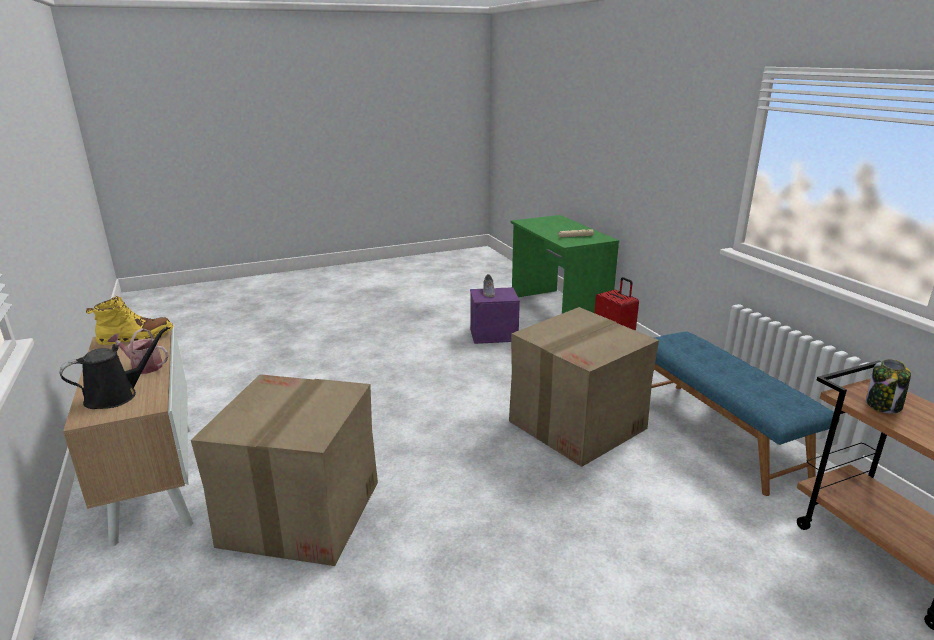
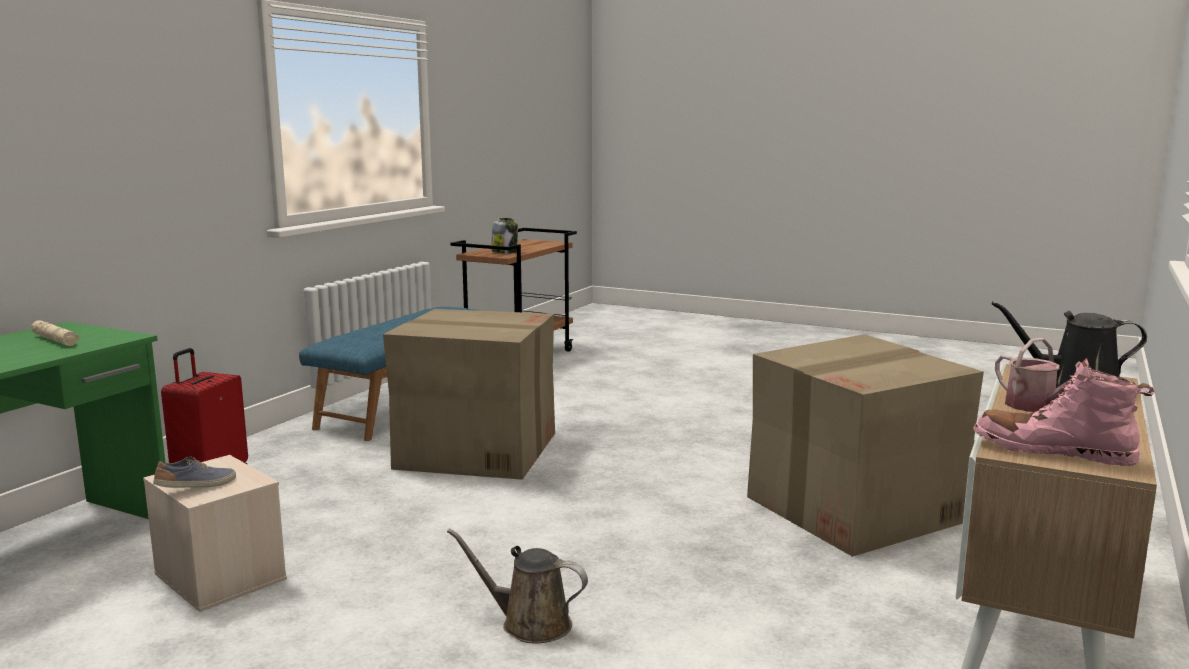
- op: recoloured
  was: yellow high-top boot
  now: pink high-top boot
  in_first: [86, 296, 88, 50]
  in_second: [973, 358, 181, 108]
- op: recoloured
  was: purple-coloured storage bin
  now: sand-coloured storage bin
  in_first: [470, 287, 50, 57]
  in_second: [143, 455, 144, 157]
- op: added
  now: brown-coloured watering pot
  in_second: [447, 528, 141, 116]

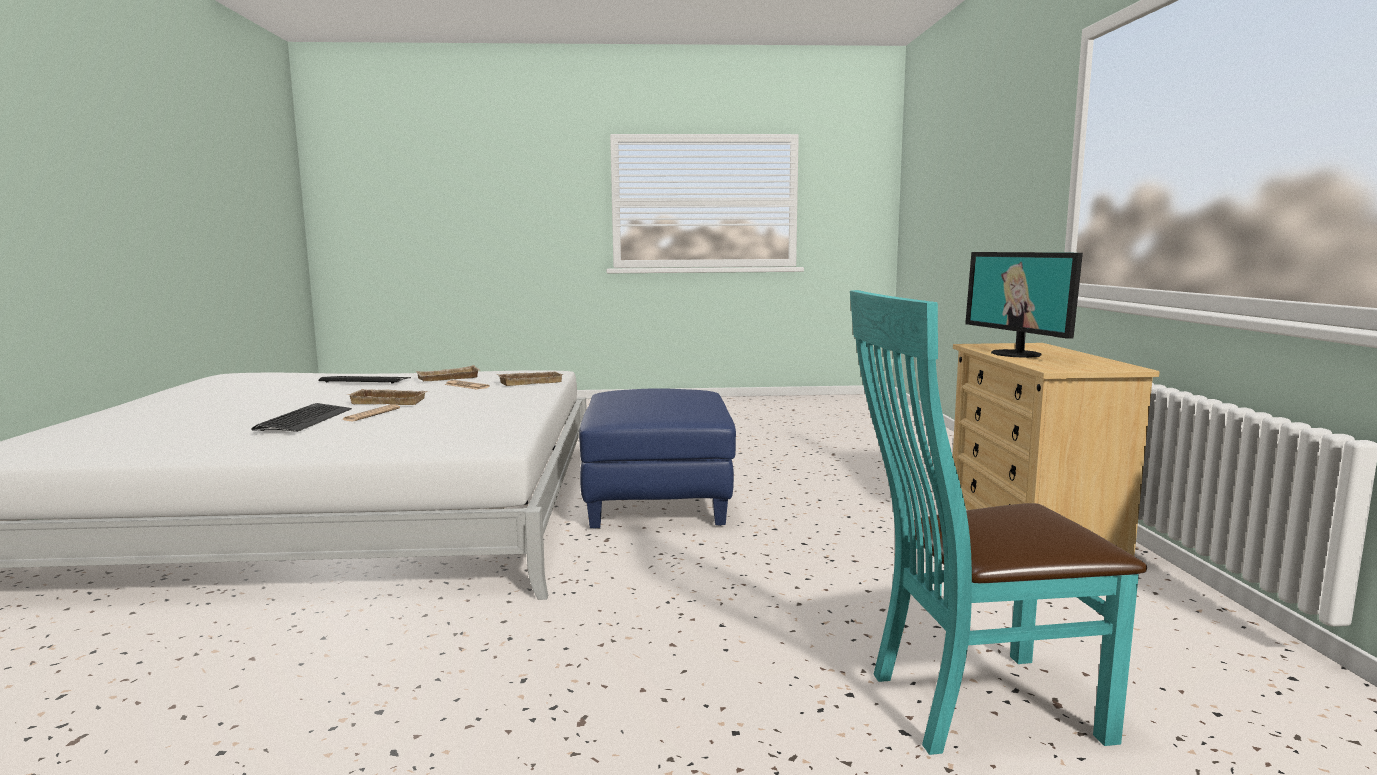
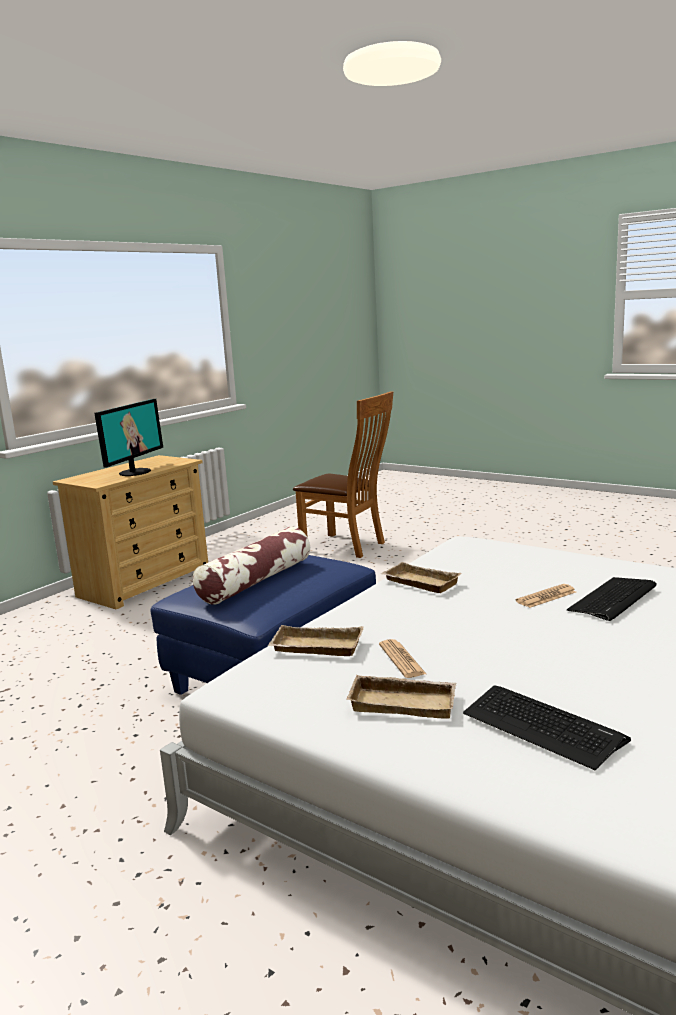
- op: moved
  was: sand-coloured serving tray
  in_first: [346, 389, 82, 16]
  in_second: [381, 562, 80, 31]
- op: recoloured
  was: blue-green plain chair
  now: brown-coloured plain chair
  in_first: [850, 290, 297, 465]
  in_second: [293, 391, 100, 167]
- op: added
  now: pillow
  in_second: [193, 527, 117, 78]

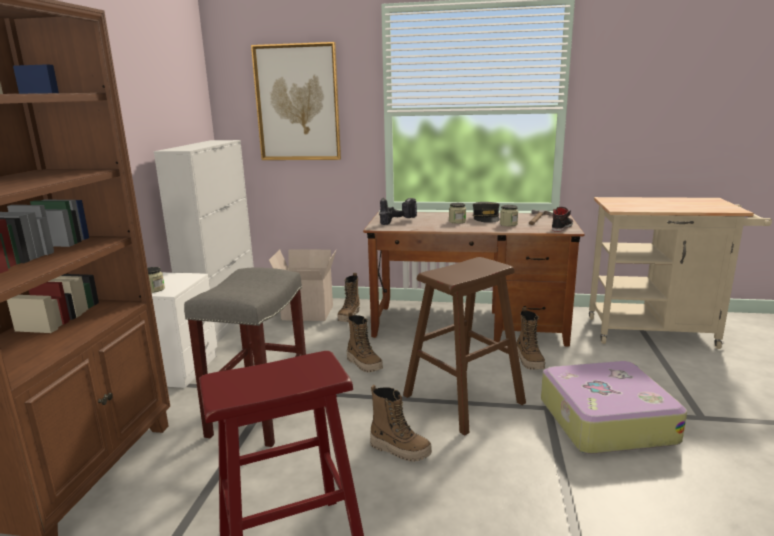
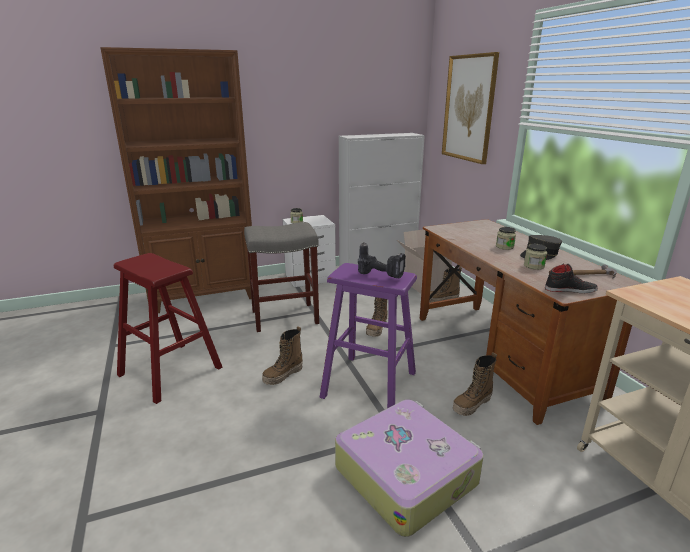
- op: turned
  was: high-top boot
  in_first: [370, 385, 62, 77]
  in_second: [262, 326, 41, 59]
  clockwise: 45
- op: moved
  was: drill
  in_first: [379, 197, 38, 28]
  in_second: [358, 242, 48, 36]
- op: recoloured
  was: brown-coloured sitting stool
  now: purple-coloured sitting stool
  in_first: [403, 257, 123, 179]
  in_second: [320, 263, 97, 145]

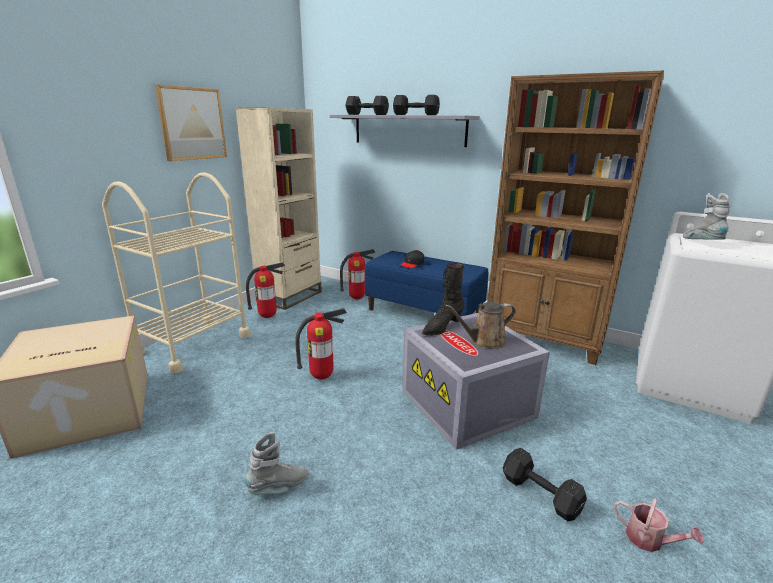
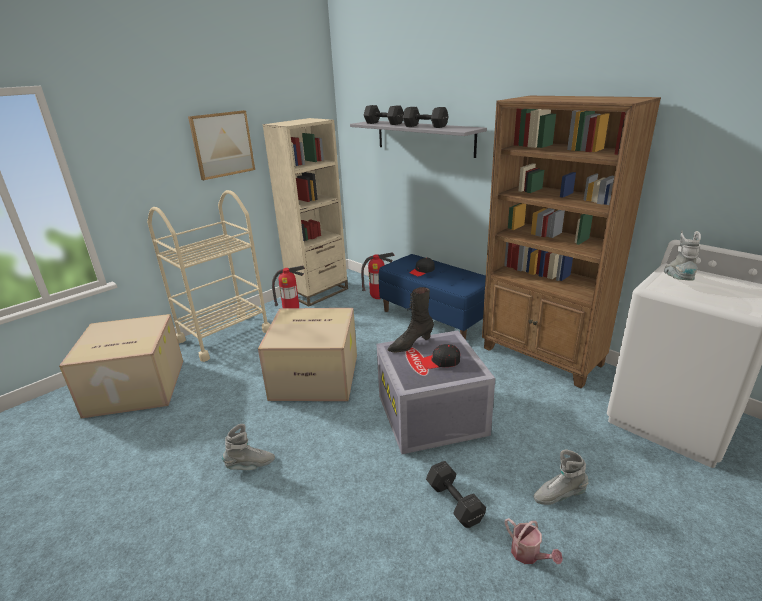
- op: replaced
  was: extinguisher
  now: carton
  in_first: [295, 308, 52, 72]
  in_second: [258, 308, 99, 93]
- op: replaced
  was: brown-coloured watering pot
  now: black cap
  in_first: [445, 302, 71, 47]
  in_second: [421, 344, 39, 25]
- op: added
  now: gray high-top boot
  in_second: [534, 449, 55, 56]

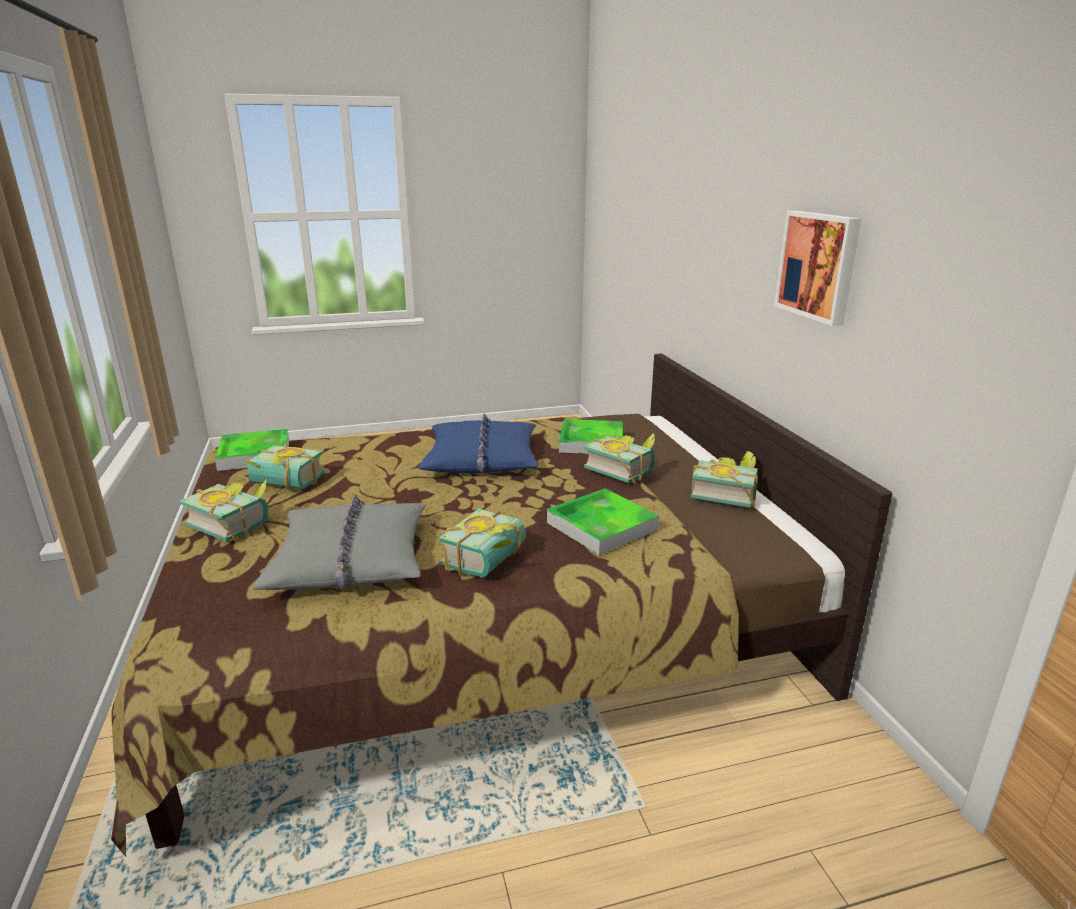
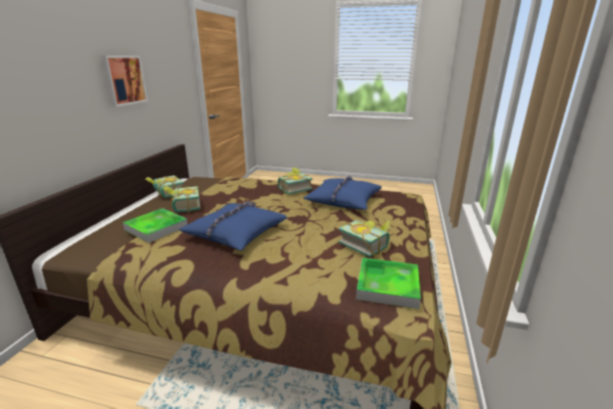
- op: removed
  was: volume
  in_first: [179, 477, 90, 65]
- op: recoloured
  was: gray pillow
  now: bluish pillow
  in_first: [253, 495, 173, 95]
  in_second: [303, 175, 79, 35]
- op: removed
  was: serving tray
  in_first: [547, 488, 112, 67]

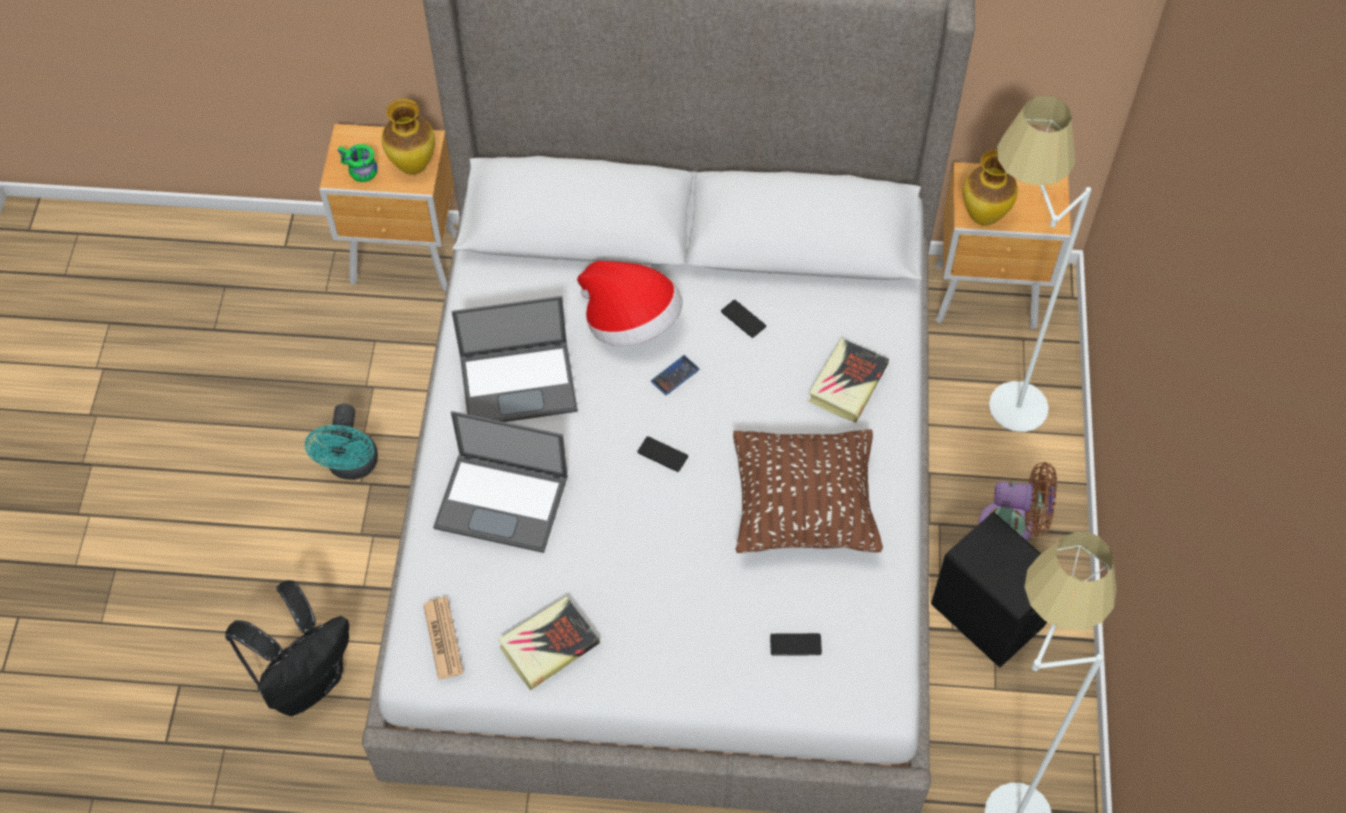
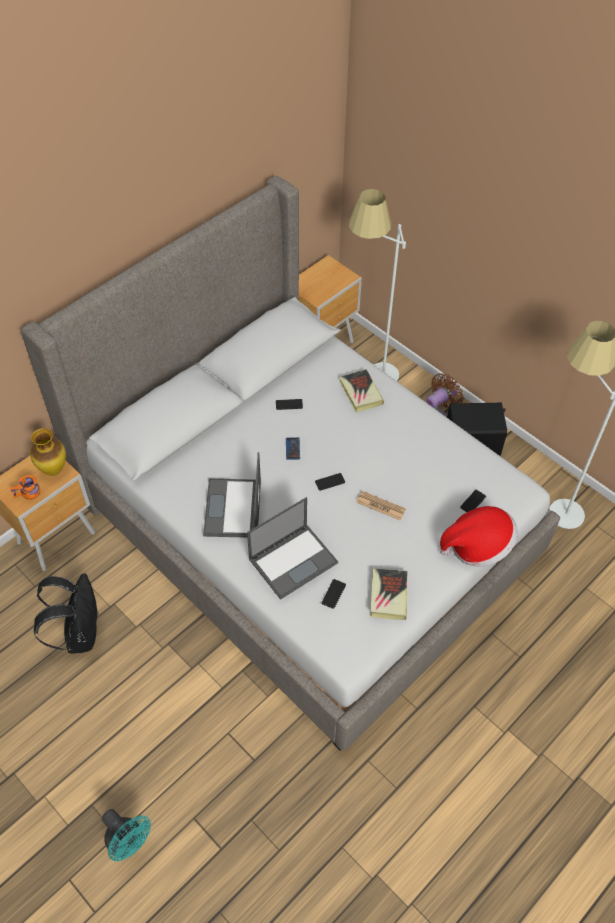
- op: moved
  was: black backpack
  in_first: [225, 580, 124, 136]
  in_second: [34, 573, 65, 80]
- op: moved
  was: blue-green cooling fan
  in_first: [305, 404, 73, 76]
  in_second: [102, 809, 49, 52]
- op: recoloured
  was: green tea mug
  now: orange tea mug
  in_first: [337, 144, 41, 38]
  in_second: [10, 475, 30, 25]
- op: moved
  was: printed paper
  in_first: [423, 597, 40, 83]
  in_second: [356, 491, 50, 29]
- op: turned
  was: laptop
  in_first: [452, 296, 126, 126]
  in_second: [203, 452, 58, 86]
  clockwise: 150
- op: moved
  was: clothing hat
  in_first: [577, 261, 106, 85]
  in_second: [440, 506, 78, 61]
- op: removed
  was: brown-coloured pillow
  in_first: [733, 429, 150, 124]
- op: removed
  was: decorative vase
  in_first: [963, 150, 55, 76]
- op: added
  now: phone
  in_second: [321, 579, 25, 30]

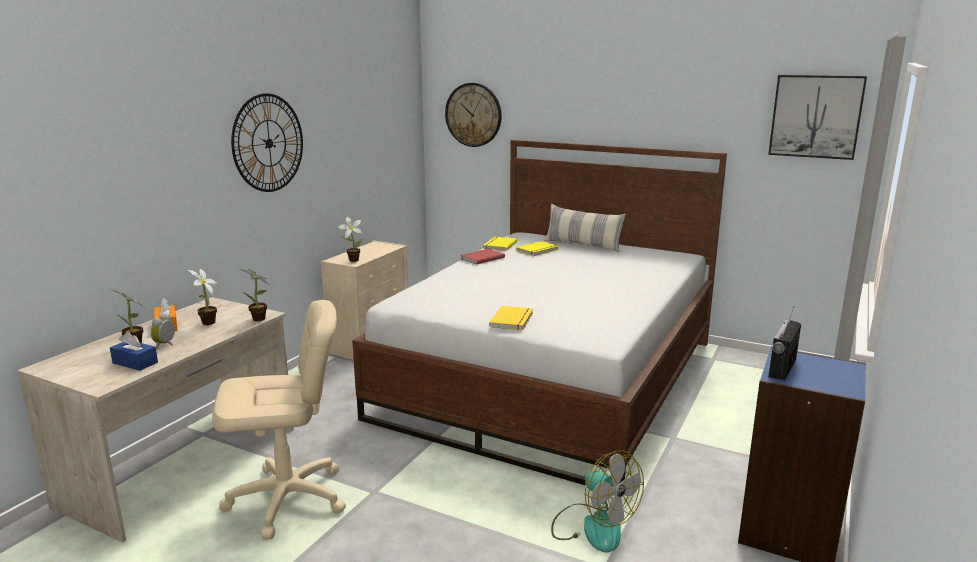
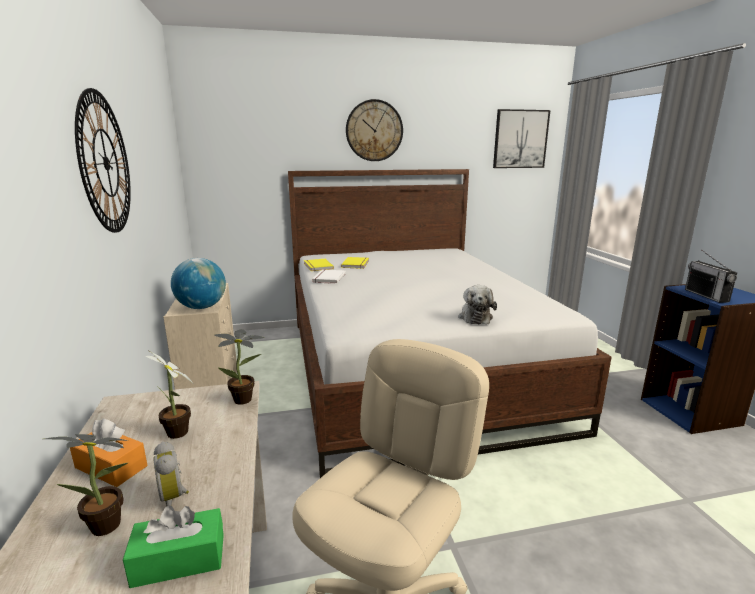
- op: recoloured
  was: bluish tissue box
  now: green tissue box
  in_first: [110, 332, 48, 39]
  in_second: [123, 506, 101, 82]
- op: replaced
  was: houseplant
  now: world globe
  in_first: [338, 217, 25, 45]
  in_second: [171, 258, 55, 51]
- op: moved
  was: hanging clock
  in_first: [445, 83, 57, 64]
  in_second: [346, 99, 57, 62]
- op: recoloured
  was: red volume
  now: white-coloured volume
  in_first: [460, 249, 45, 16]
  in_second: [312, 269, 34, 15]
- op: replaced
  was: yellow volume
  now: cuddly toy
  in_first: [489, 306, 44, 24]
  in_second: [458, 285, 39, 39]
- op: removed
  was: pillow
  in_first: [544, 204, 82, 48]
- op: removed
  was: cooling fan
  in_first: [551, 450, 93, 103]

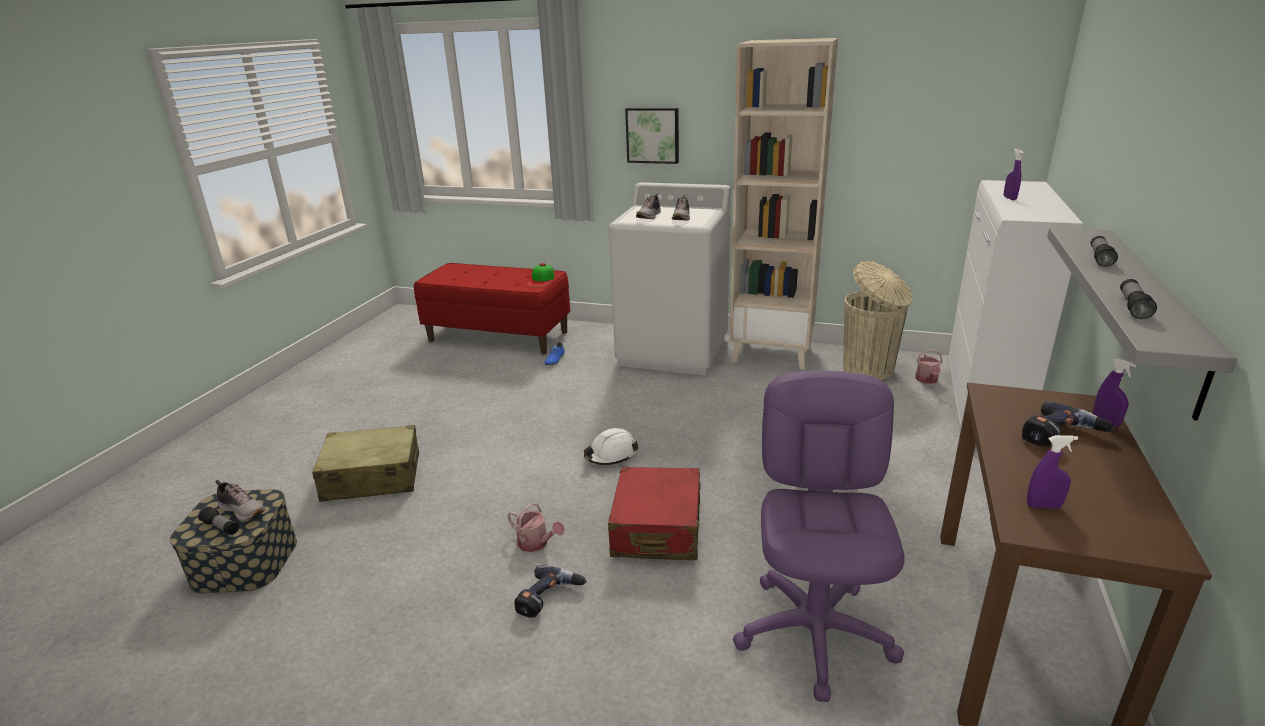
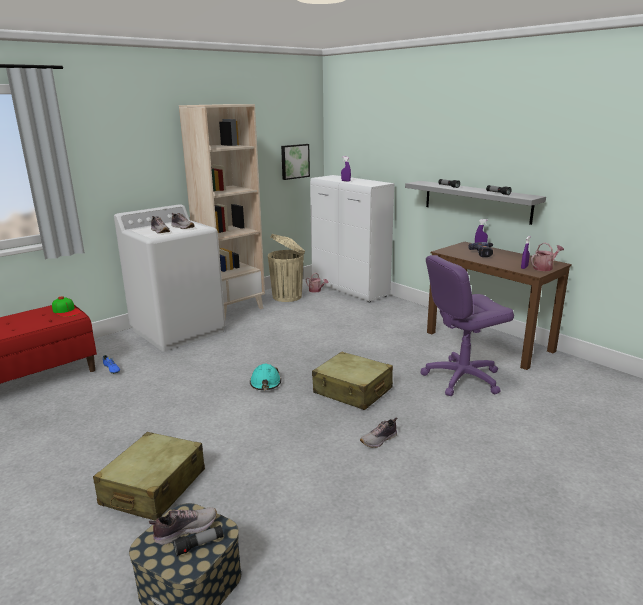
- op: moved
  was: watering pot
  in_first: [507, 503, 58, 49]
  in_second: [531, 243, 33, 28]
- op: replaced
  was: drill
  now: shoe
  in_first: [514, 565, 72, 53]
  in_second: [360, 417, 37, 31]
- op: recoloured
  was: white-coloured safety helmet
  now: blue-green safety helmet
  in_first: [584, 428, 54, 37]
  in_second: [250, 364, 31, 26]
- op: recoloured
  was: red suitcase
  now: sand-coloured suitcase
  in_first: [608, 467, 93, 93]
  in_second: [312, 351, 81, 59]
- op: moved
  was: wall art
  in_first: [625, 108, 54, 56]
  in_second: [281, 144, 29, 36]
- op: turned
  was: purple-coloured desk chair
  in_first: [733, 370, 172, 332]
  in_second: [421, 255, 93, 141]
  clockwise: -60

